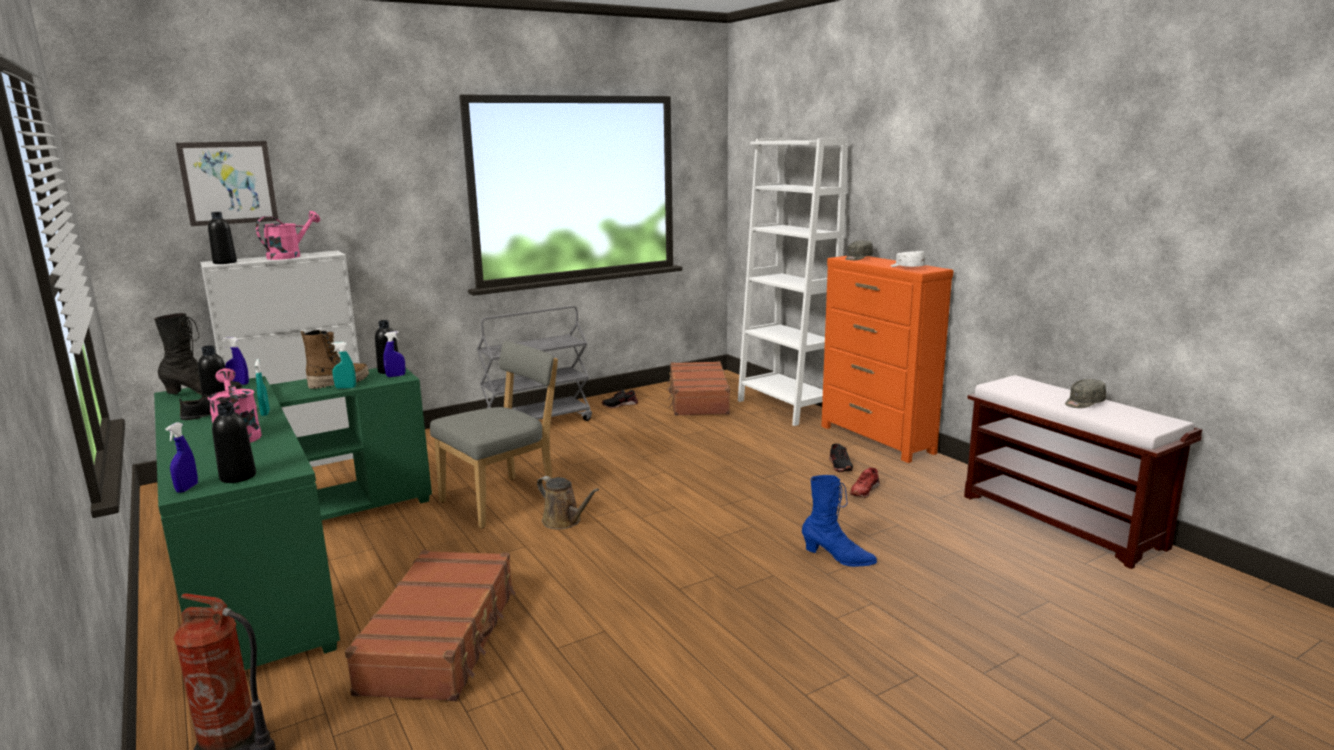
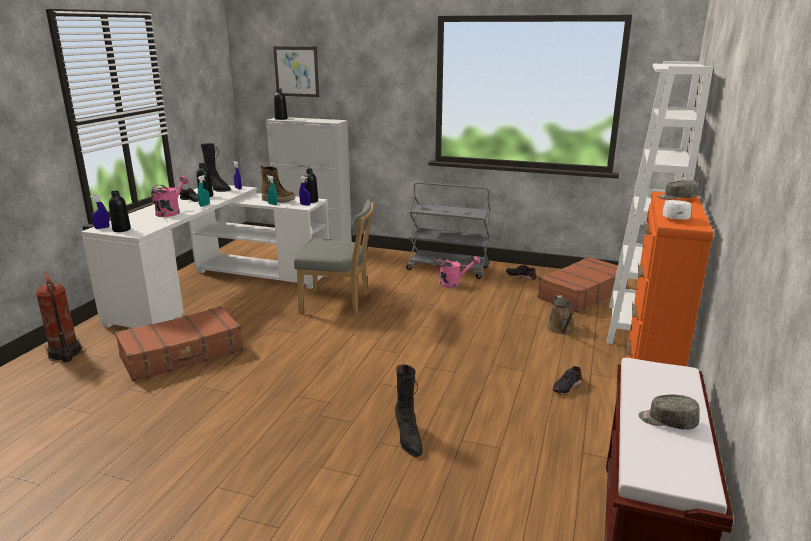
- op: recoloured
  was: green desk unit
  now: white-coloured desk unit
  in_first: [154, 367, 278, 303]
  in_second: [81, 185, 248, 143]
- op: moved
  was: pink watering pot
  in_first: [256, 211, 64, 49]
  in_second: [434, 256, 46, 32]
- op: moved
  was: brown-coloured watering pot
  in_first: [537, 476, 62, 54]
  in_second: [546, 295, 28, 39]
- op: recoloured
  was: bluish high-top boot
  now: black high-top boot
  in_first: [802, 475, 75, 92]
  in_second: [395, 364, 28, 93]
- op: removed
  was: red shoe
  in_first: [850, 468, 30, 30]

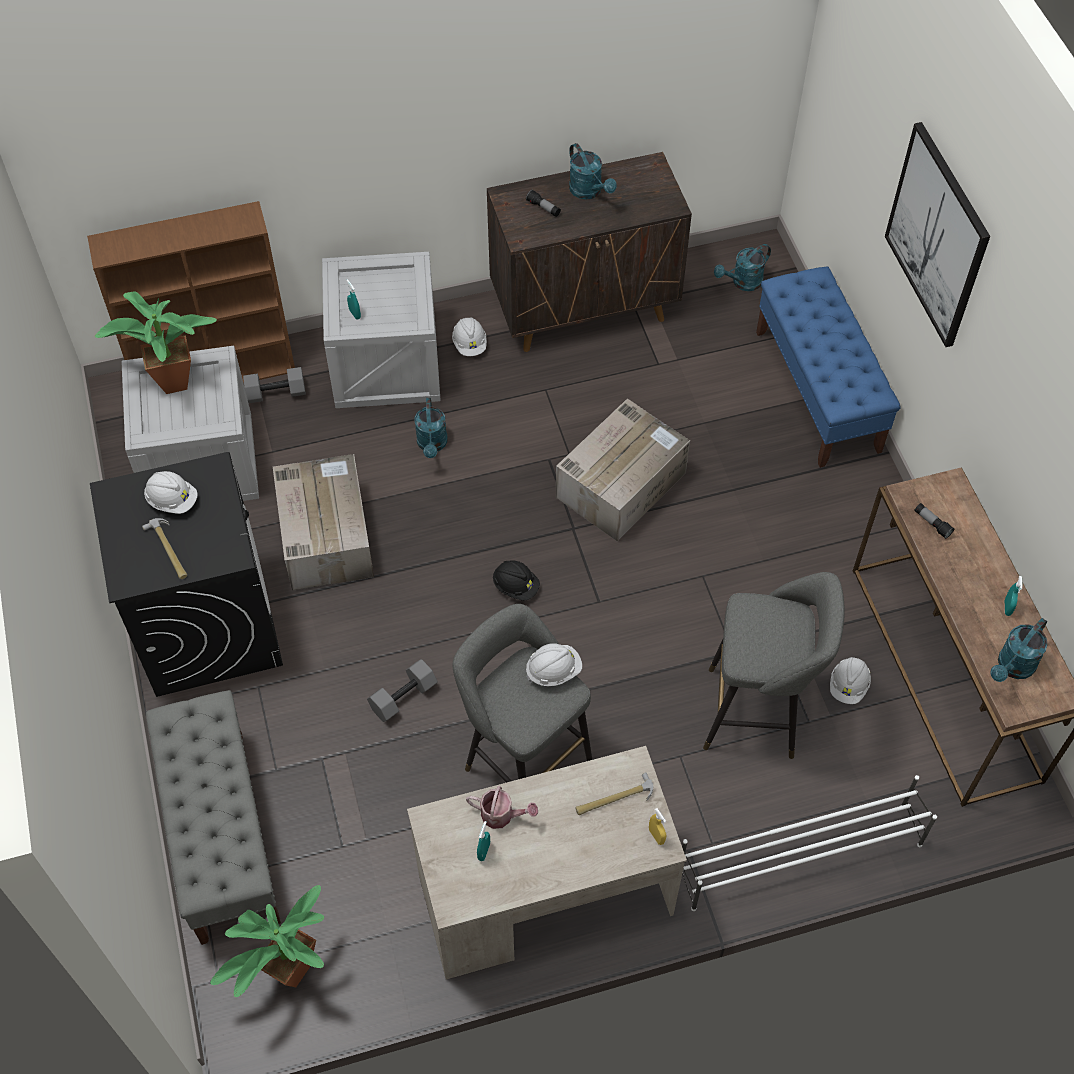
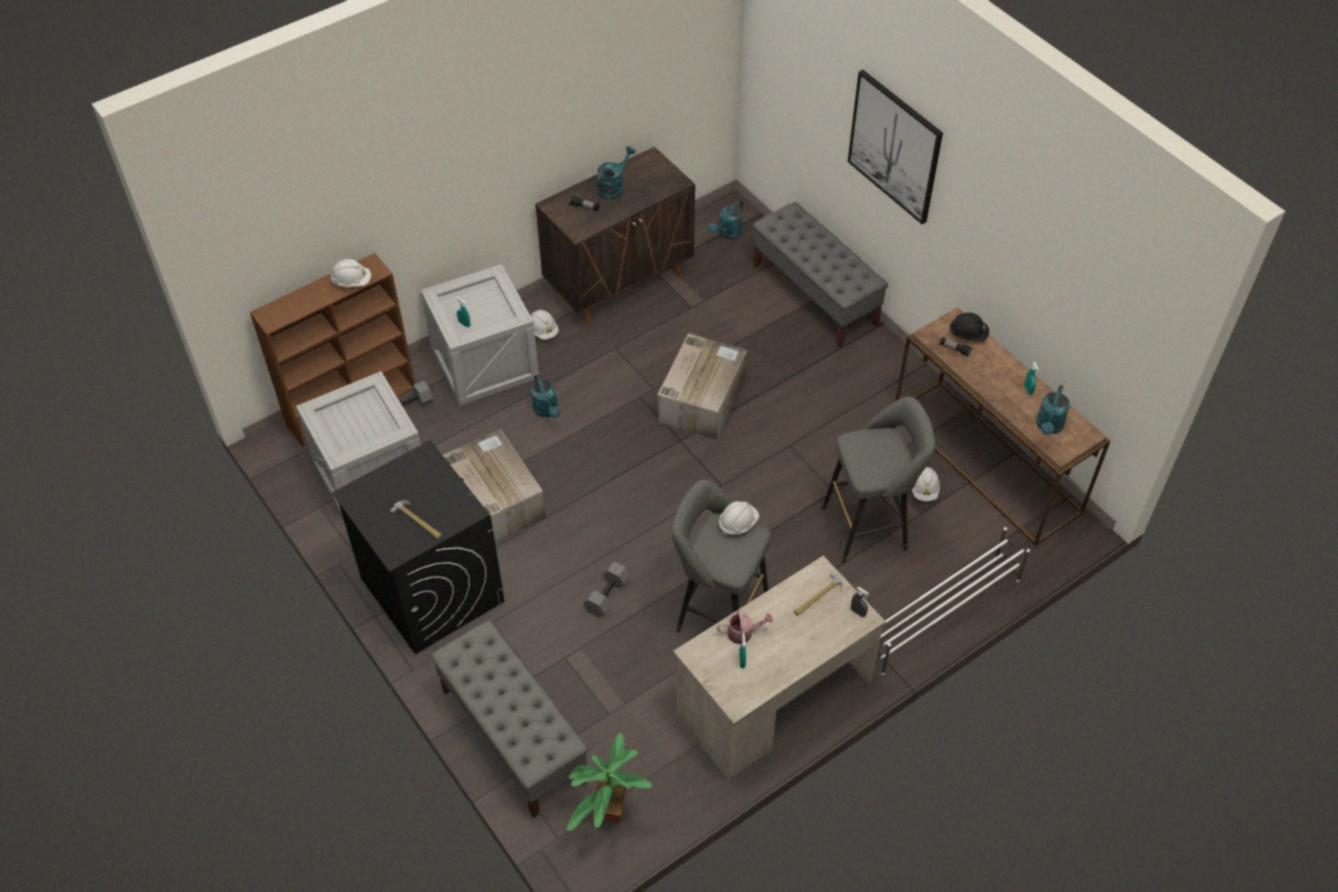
- op: removed
  was: houseplant
  in_first: [95, 291, 122, 103]
- op: moved
  was: white-coloured safety helmet
  in_first: [144, 471, 54, 43]
  in_second: [331, 259, 40, 28]
- op: moved
  was: black safety helmet
  in_first: [493, 561, 47, 40]
  in_second: [949, 313, 40, 28]
- op: turned
  was: blue-green watering pot
  in_first: [569, 143, 48, 57]
  in_second: [596, 146, 40, 54]
  clockwise: -90
- op: recoloured
  was: yellow sprayer
  now: gray sprayer
  in_first: [649, 808, 17, 37]
  in_second: [851, 587, 18, 30]
- op: recoloured
  was: bluish long seat
  now: gray long seat
  in_first: [756, 267, 145, 201]
  in_second: [753, 202, 135, 146]

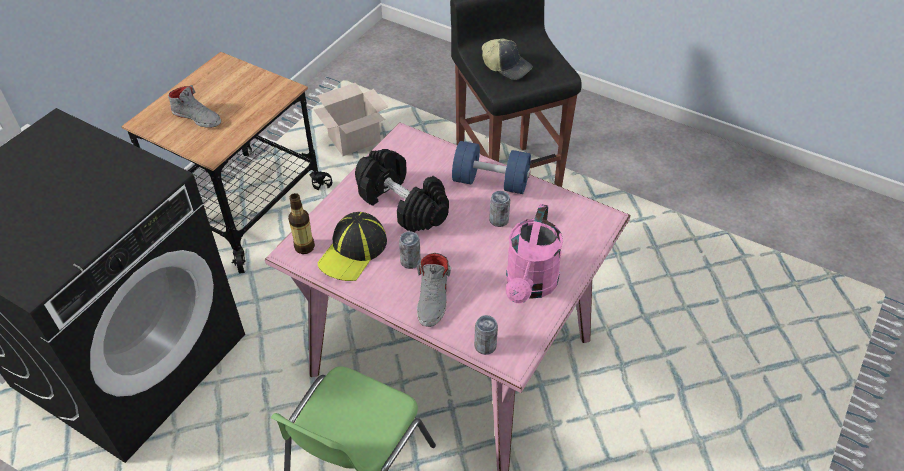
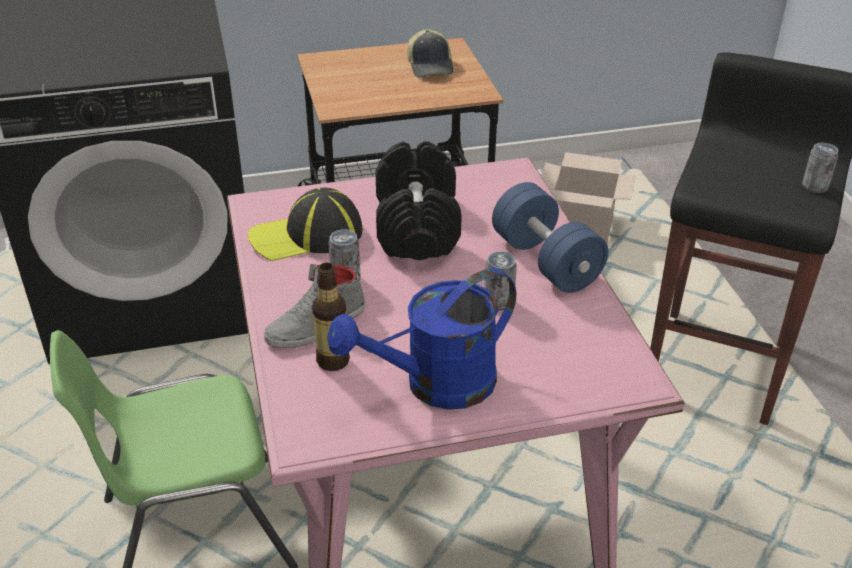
- op: removed
  was: gray shoe
  in_first: [168, 85, 53, 43]
- op: moved
  was: bottle
  in_first: [288, 193, 27, 61]
  in_second: [312, 263, 38, 108]
- op: moved
  was: can
  in_first: [474, 315, 24, 40]
  in_second: [802, 143, 36, 50]
- op: moved
  was: cap
  in_first: [482, 39, 51, 41]
  in_second: [407, 30, 46, 48]
- op: recoloured
  was: pink watering pot
  now: bluish watering pot
  in_first: [506, 204, 57, 99]
  in_second: [327, 268, 189, 142]

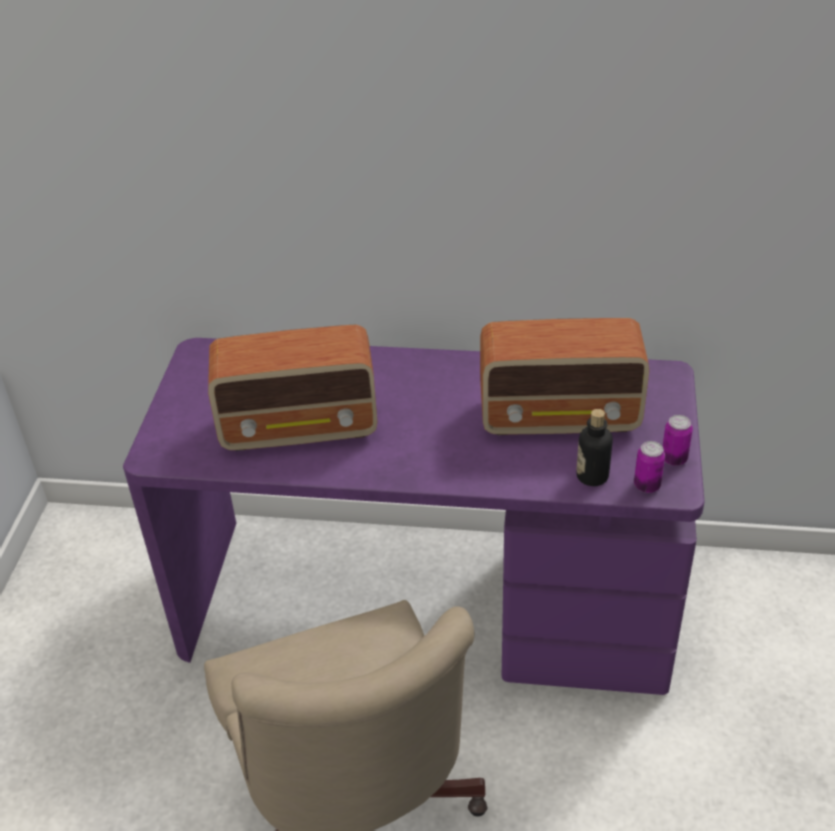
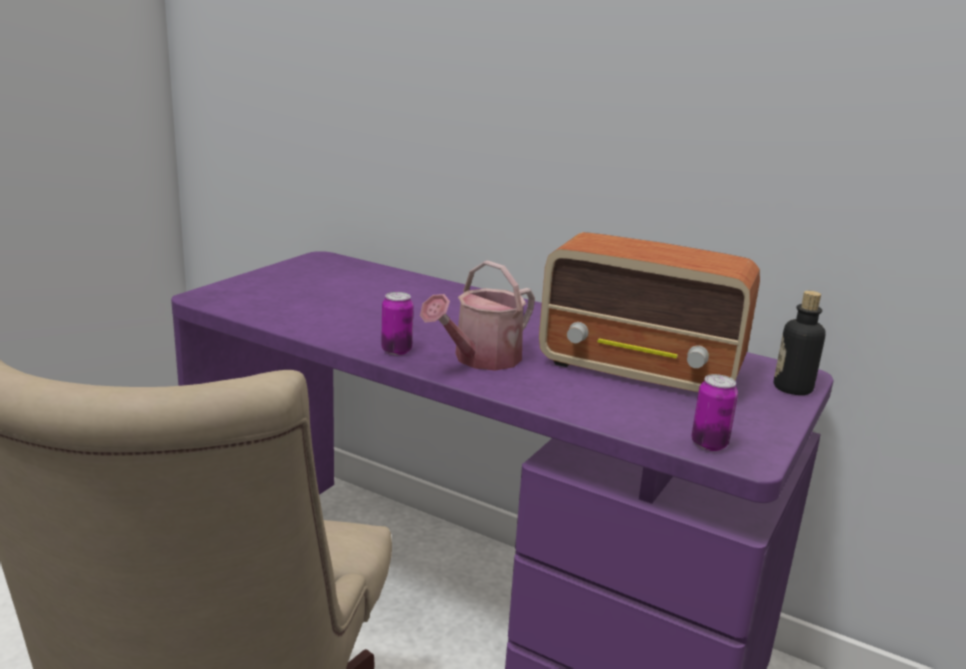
- op: removed
  was: radio receiver
  in_first: [208, 325, 169, 126]
- op: moved
  was: bottle
  in_first: [576, 409, 37, 77]
  in_second: [774, 291, 52, 104]
- op: moved
  was: can
  in_first: [663, 415, 30, 51]
  in_second: [381, 292, 32, 63]
- op: added
  now: watering pot
  in_second: [420, 260, 115, 111]

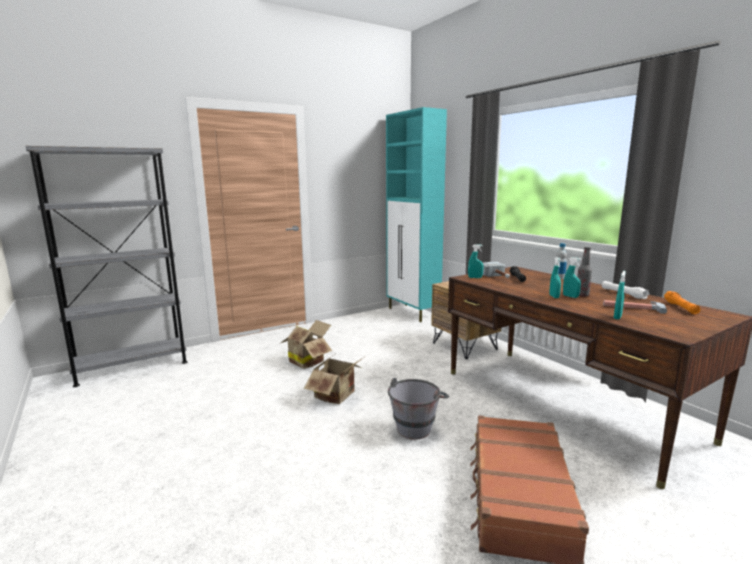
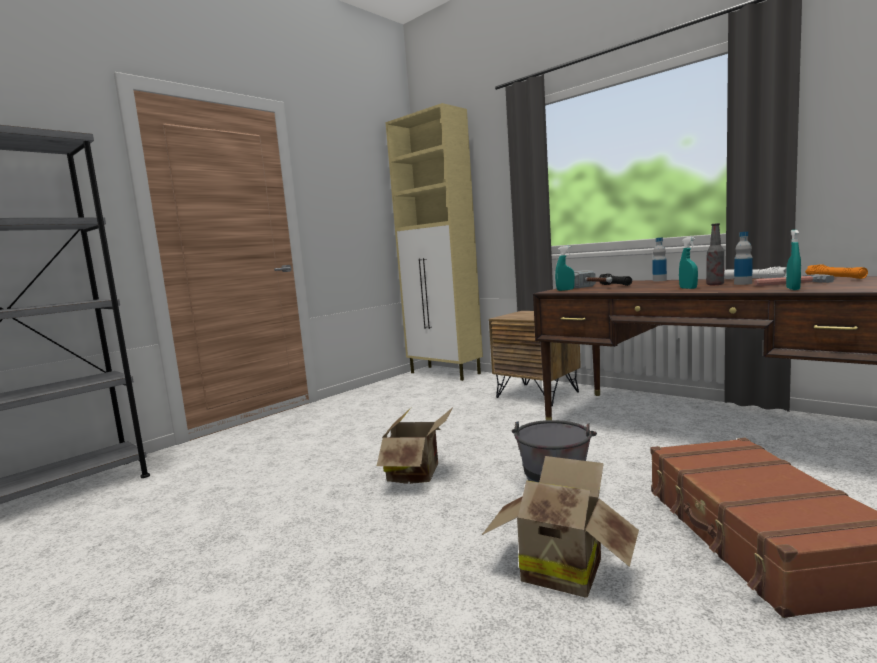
- op: moved
  was: carton
  in_first: [281, 320, 51, 49]
  in_second: [482, 456, 157, 142]
- op: recoloured
  was: blue-green cabinet
  now: sand-coloured cabinet
  in_first: [386, 107, 61, 215]
  in_second: [385, 103, 98, 278]
- op: removed
  was: blue-green sprayer
  in_first: [563, 257, 18, 41]
- op: added
  now: bottle
  in_second: [734, 232, 19, 53]

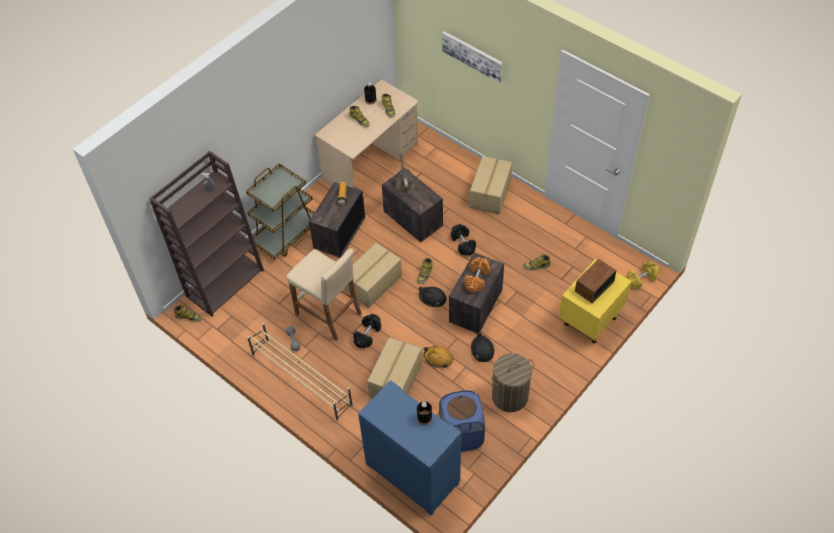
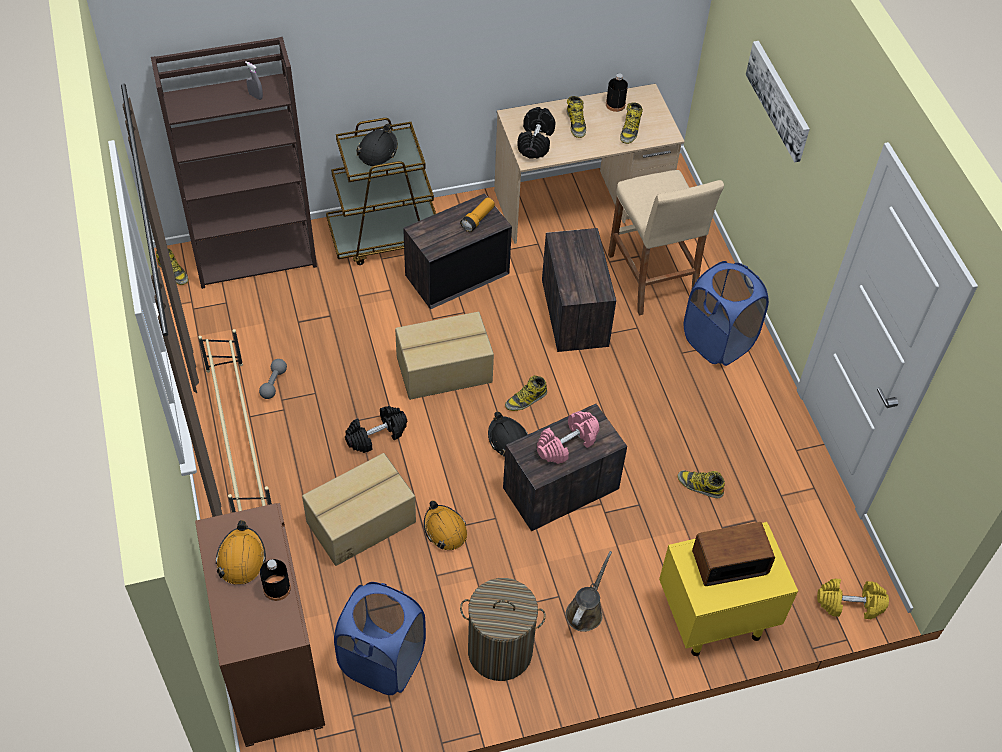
- op: moved
  was: sand-coloured sitting stool
  in_first: [287, 248, 75, 93]
  in_second: [608, 170, 116, 146]
- op: recoloured
  was: bluish cabinet
  now: brown-coloured cabinet
  in_first: [358, 380, 103, 135]
  in_second: [195, 503, 130, 244]
- op: moved
  was: brown-coloured watering pot
  in_first: [395, 150, 20, 44]
  in_second: [566, 551, 46, 81]
- op: moved
  was: black dumbbell
  in_first: [451, 224, 25, 31]
  in_second: [517, 107, 39, 52]
- op: recoloured
  was: orange dumbbell
  now: pink dumbbell
  in_first: [464, 257, 26, 35]
  in_second: [537, 411, 63, 53]
- op: replaced
  was: carton
  now: bluish hamper
  in_first: [470, 156, 42, 58]
  in_second: [684, 261, 85, 105]
- op: moved
  was: black safety helmet
  in_first: [471, 332, 24, 30]
  in_second: [356, 124, 42, 42]
- op: added
  now: orange safety helmet
  in_second: [216, 520, 50, 65]

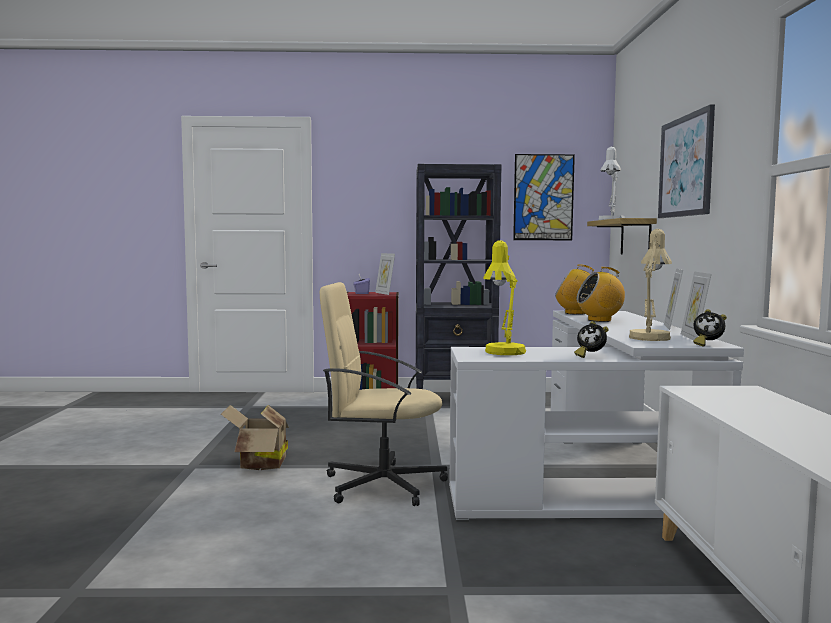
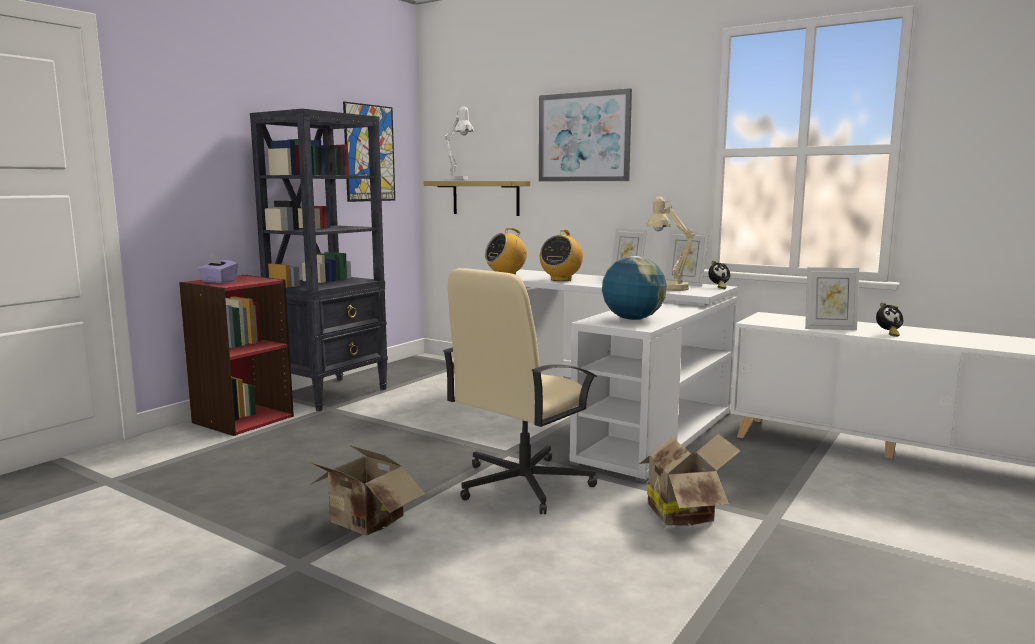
- op: moved
  was: standing frame
  in_first: [375, 253, 20, 42]
  in_second: [805, 267, 54, 63]
- op: replaced
  was: yellow table lamp
  now: world globe
  in_first: [483, 240, 43, 115]
  in_second: [602, 256, 65, 64]
- op: moved
  was: bedside clock
  in_first: [574, 321, 35, 37]
  in_second: [876, 302, 27, 35]
- op: added
  now: carton
  in_second: [639, 434, 102, 92]

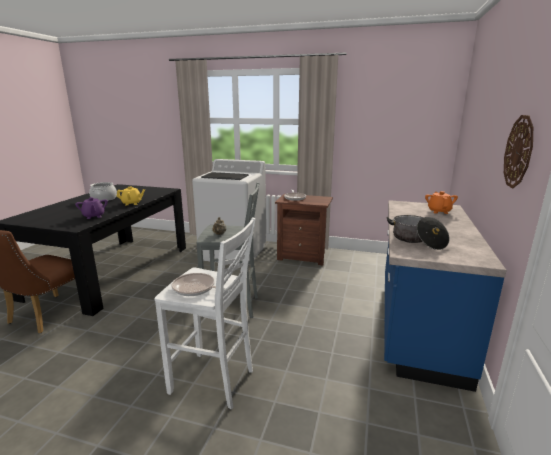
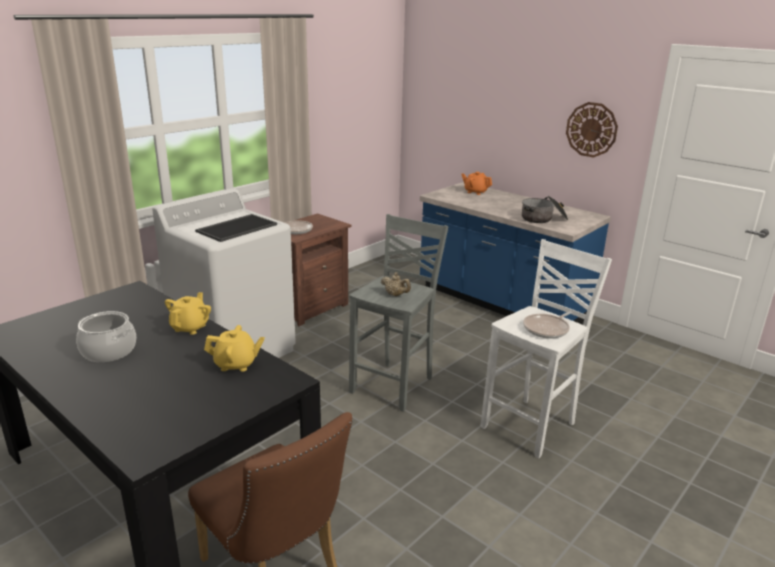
- op: recoloured
  was: purple-coloured tea pot
  now: yellow tea pot
  in_first: [75, 197, 33, 22]
  in_second: [204, 325, 61, 46]

